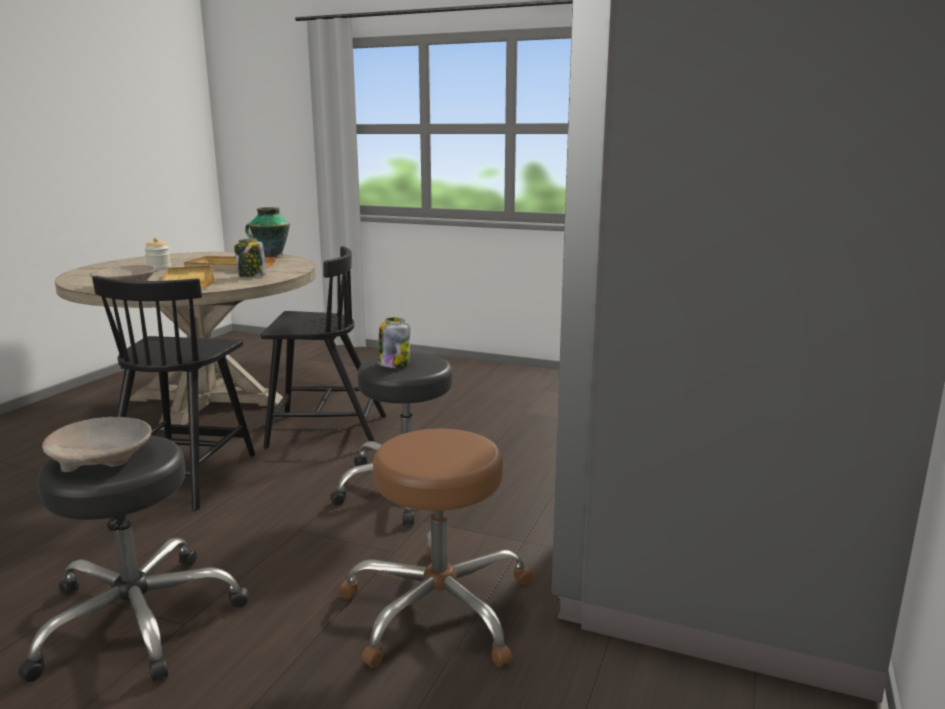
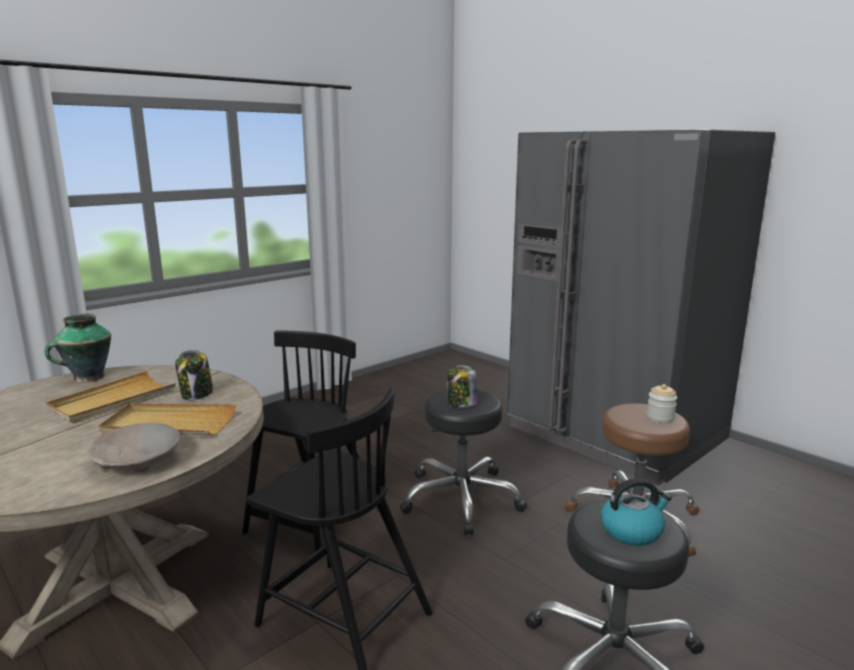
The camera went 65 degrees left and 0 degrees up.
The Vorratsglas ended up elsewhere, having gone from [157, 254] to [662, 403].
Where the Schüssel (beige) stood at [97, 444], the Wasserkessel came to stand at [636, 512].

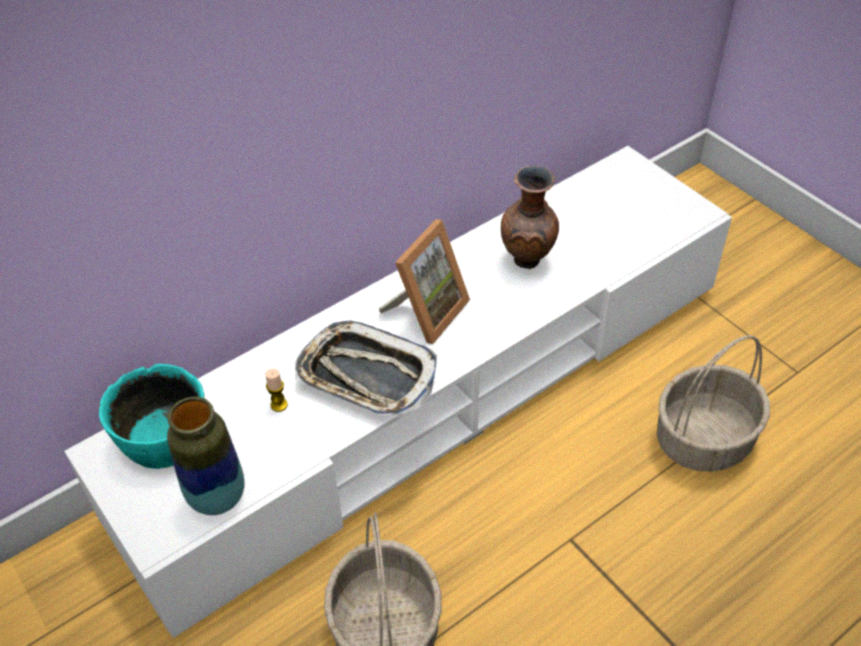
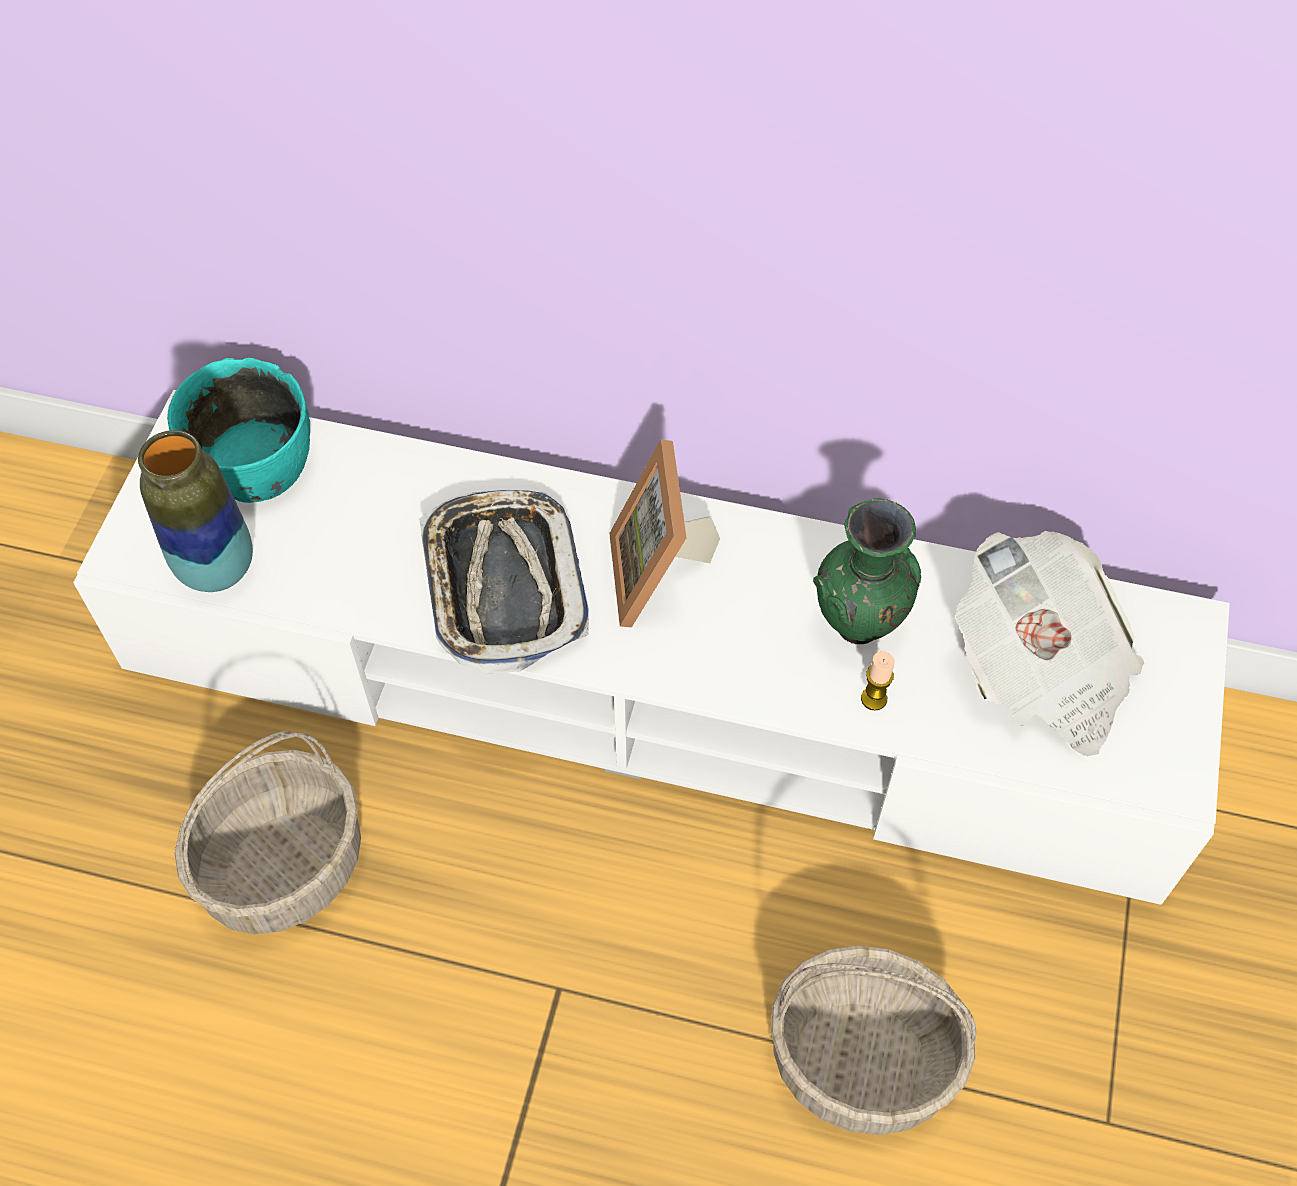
The camera went 50 degrees right and 10 degrees up.
What was the Vase (braun) at [530, 217] turned into the Vase (grün) at [867, 571].
The Bilderrahmen at [424, 281] ended up facing another way, 90 degrees clockwise from before.
The Kerze ended up elsewhere, having gone from [276, 390] to [878, 681].
The second view gained the Zeitung at [1050, 643].

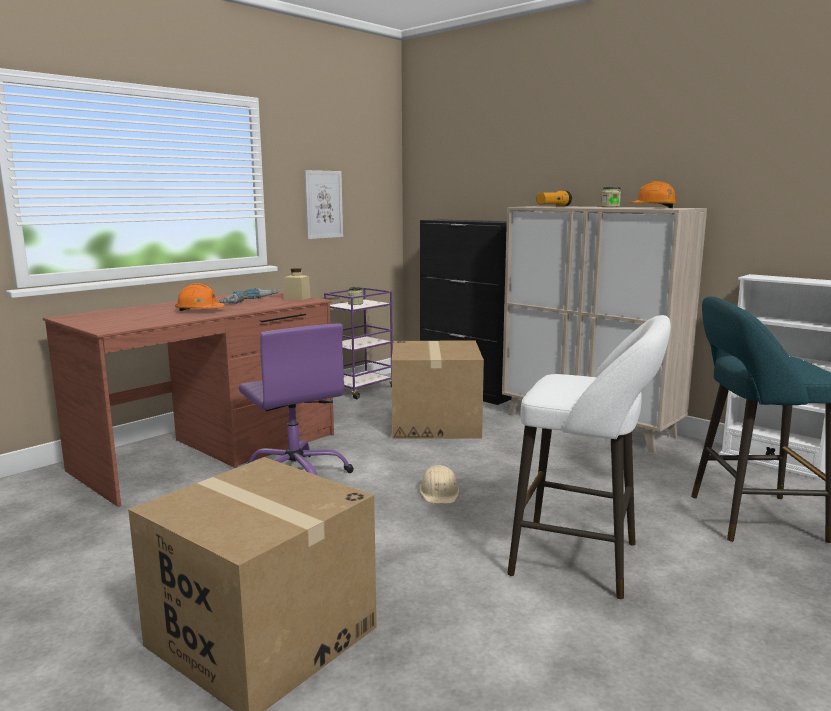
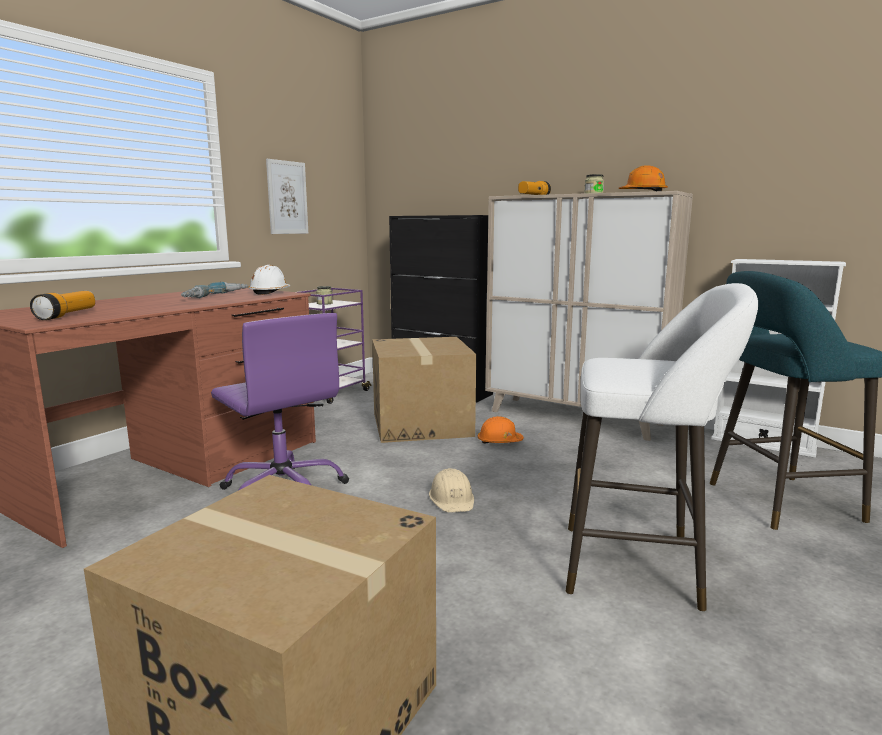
The camera went 10 degrees left and 0 degrees up.
Where the Vorratsglas (beige) stood at [297, 284], the Schutzhelm (weiß) came to stand at [269, 280].
The Schutzhelm (orange) ended up elsewhere, having gone from [200, 297] to [501, 430].
The second view gained the Taschenlampe at [62, 305].

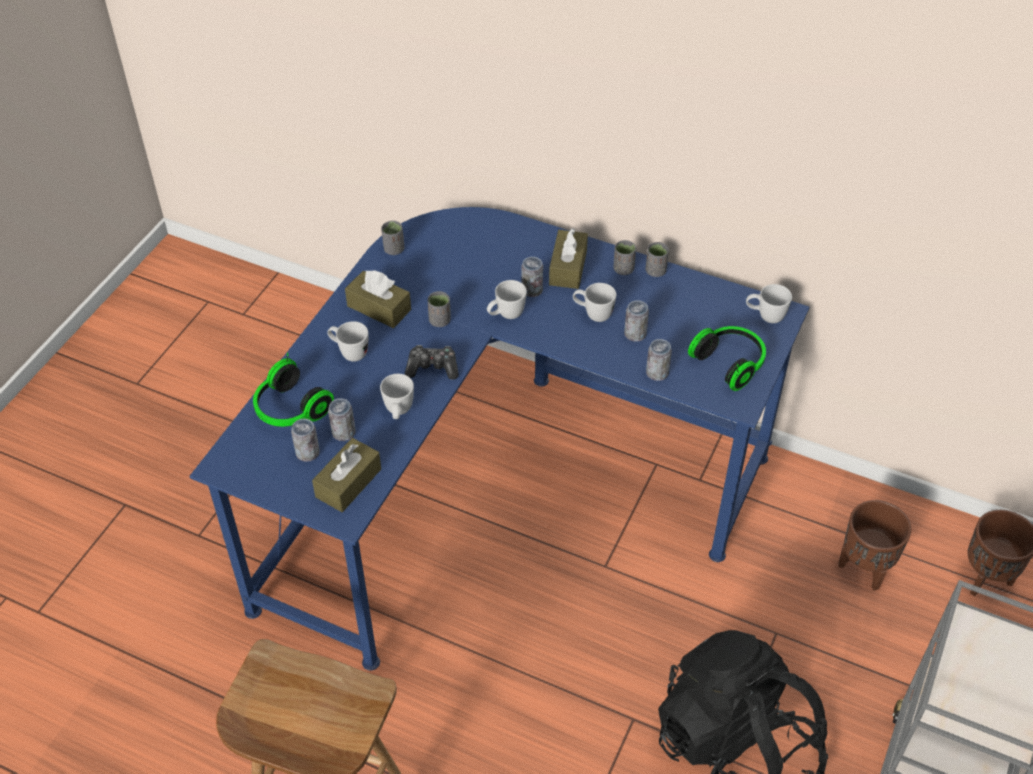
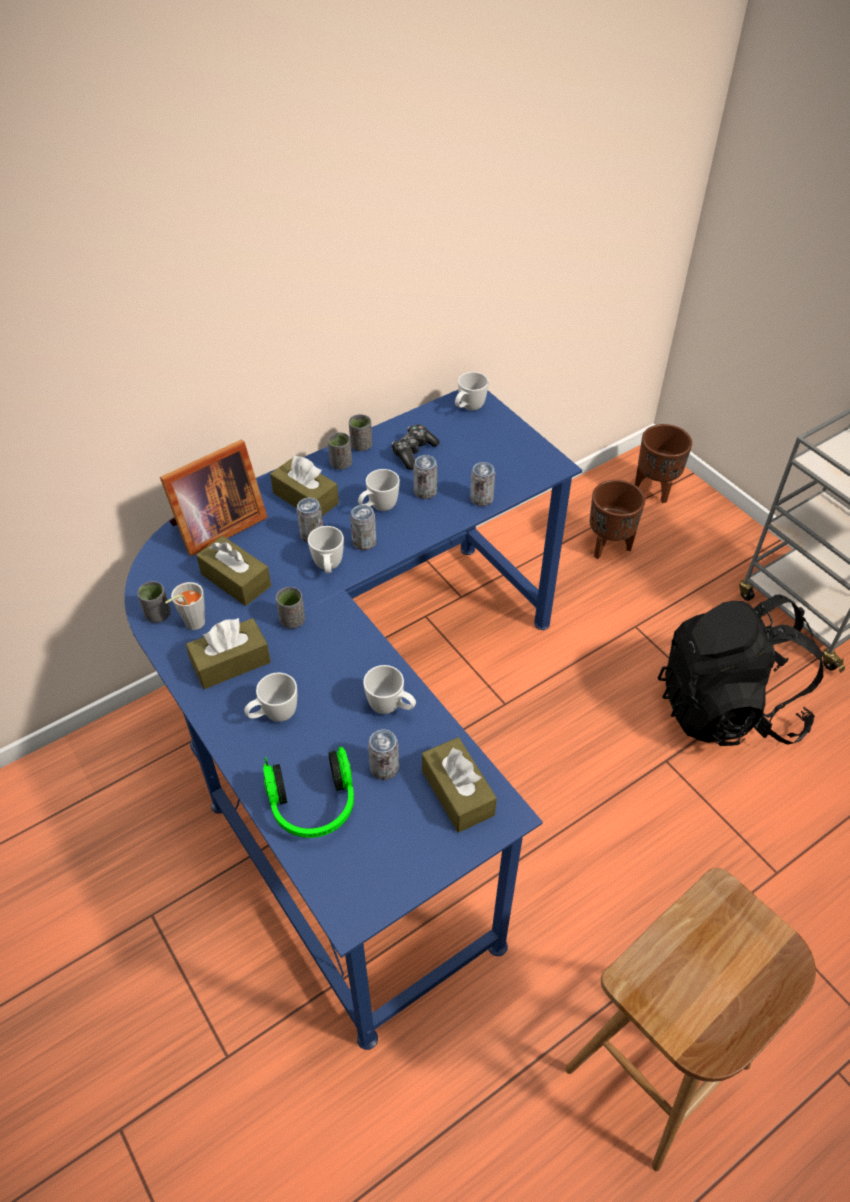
The camera went 60 degrees left and 0 degrees up.
The second view lost the Kopfhörer at [727, 358].
The Gamepad ended up elsewhere, having gone from [431, 362] to [415, 447].
The Dose ended up elsewhere, having gone from [305, 440] to [363, 527].
The second view gained the Bilderrahmen at [214, 498].
The second view gained the Taschentuchbox (braun) at [233, 571].
The second view gained the Tasse (grau) at [185, 606].

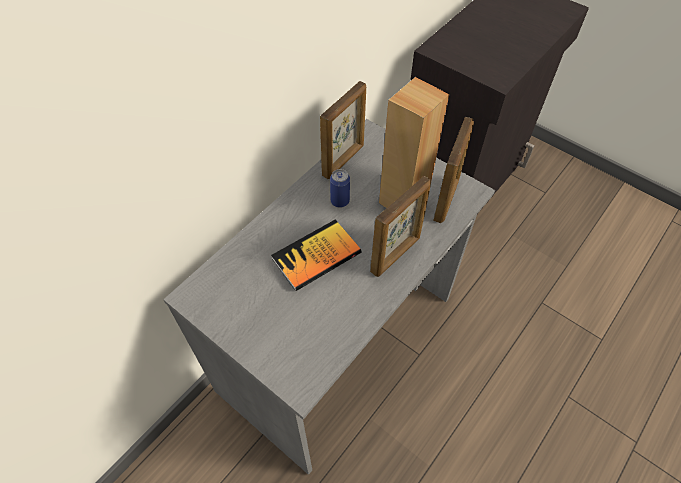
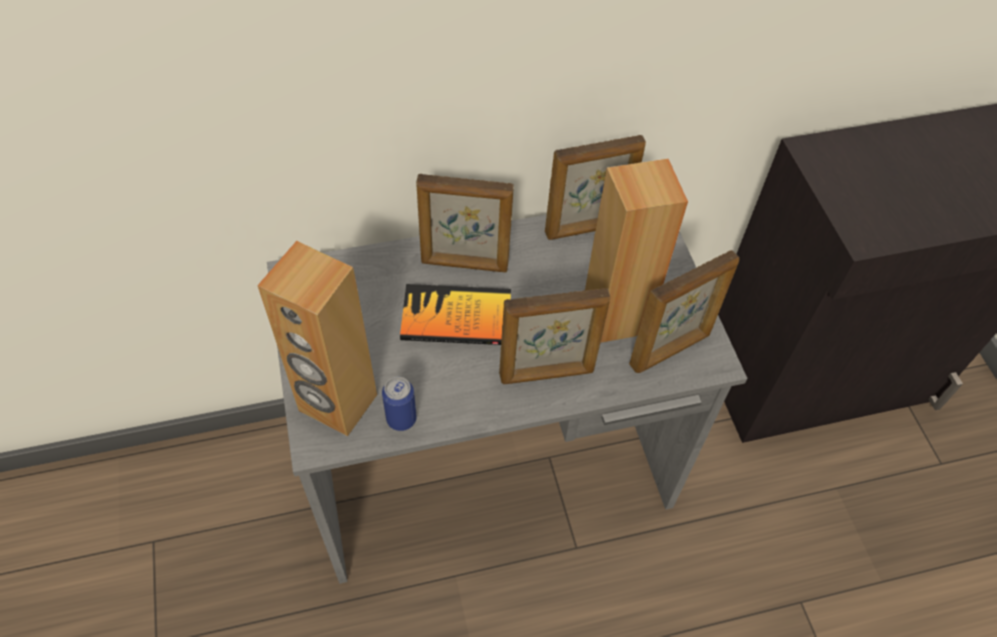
The camera went 35 degrees right and 0 degrees up.
The Dose ended up elsewhere, having gone from [340, 188] to [399, 404].
The second view gained the Bilderrahmen at [465, 223].
The second view gained the Lautsprecher (braun) at [317, 338].

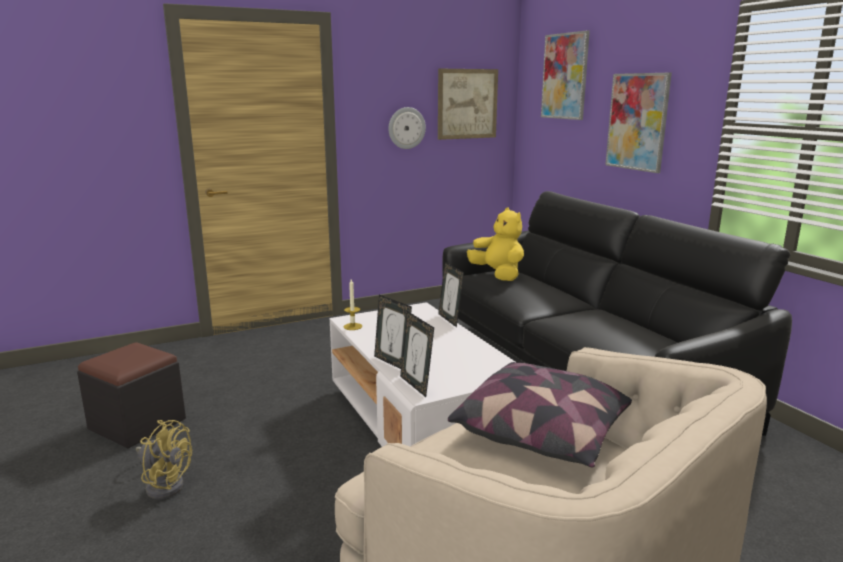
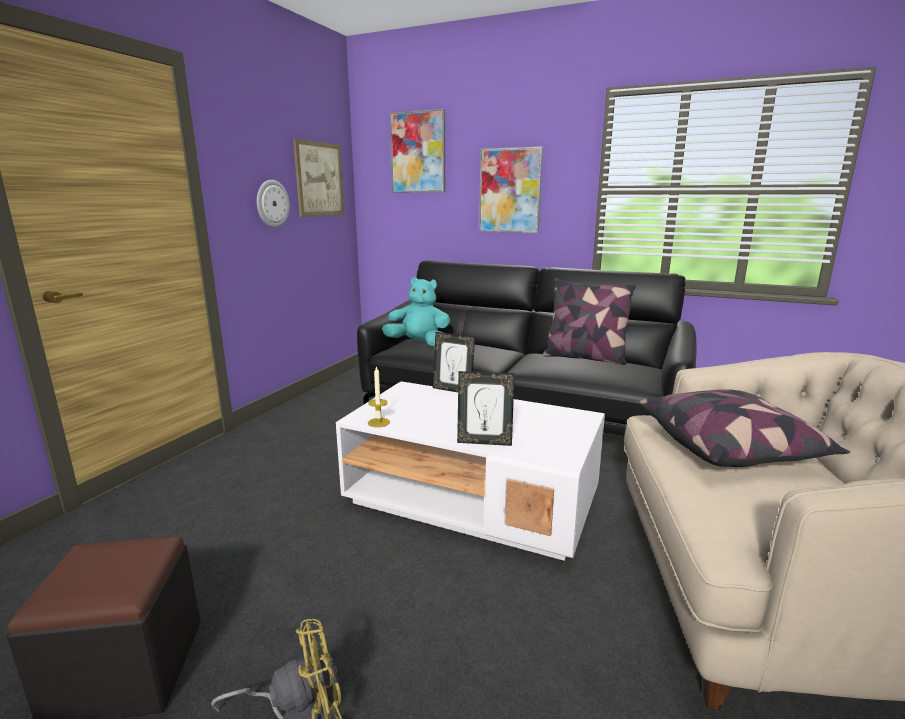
The camera went 40 degrees left and 0 degrees up.
What was the Plüschtier (gelb) at [495, 244] turned into the Plüschtier (türkis) at [416, 312].
The second view lost the Bilderrahmen at [417, 354].
The second view gained the Kissen at [589, 321].

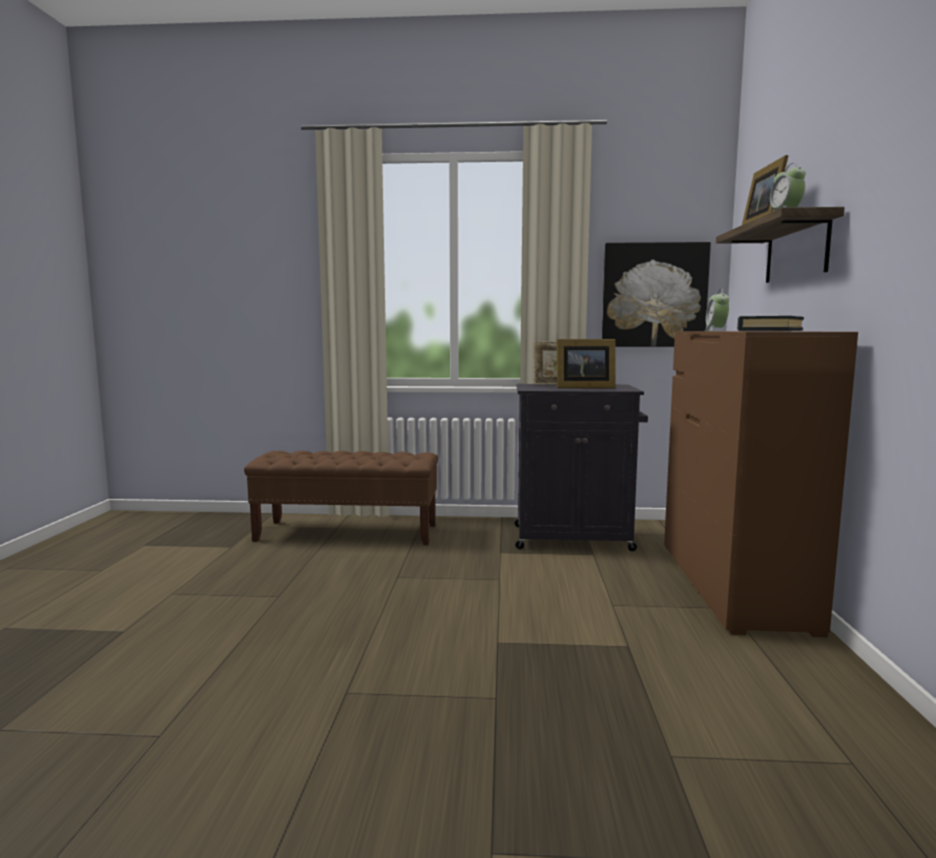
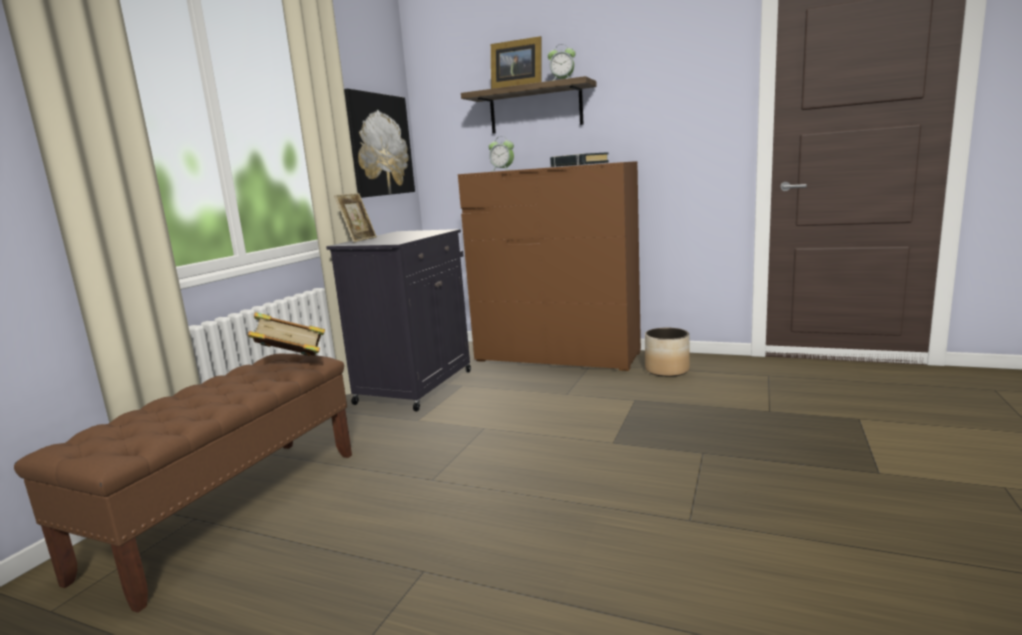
The camera went 70 degrees left and 5 degrees up.
The second view lost the Bilderrahmen at [586, 363].
The second view gained the Buch at [286, 334].
The second view gained the Pflanzkübel at [667, 352].

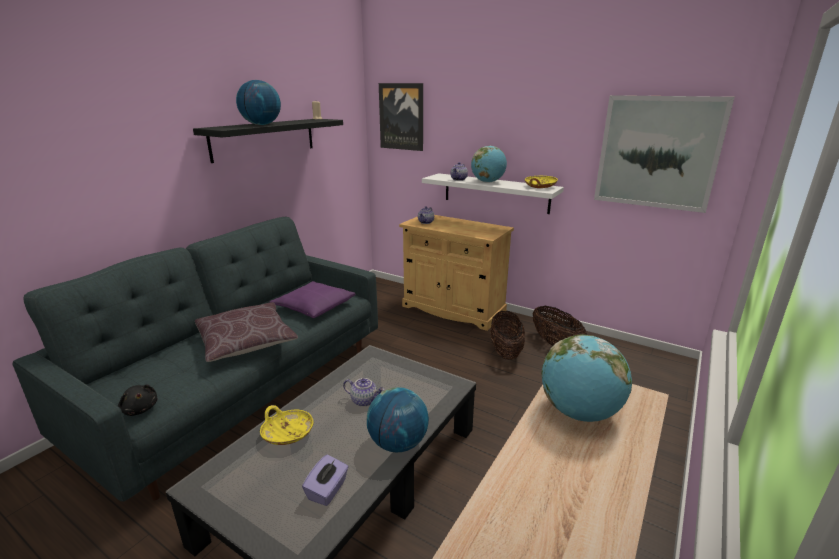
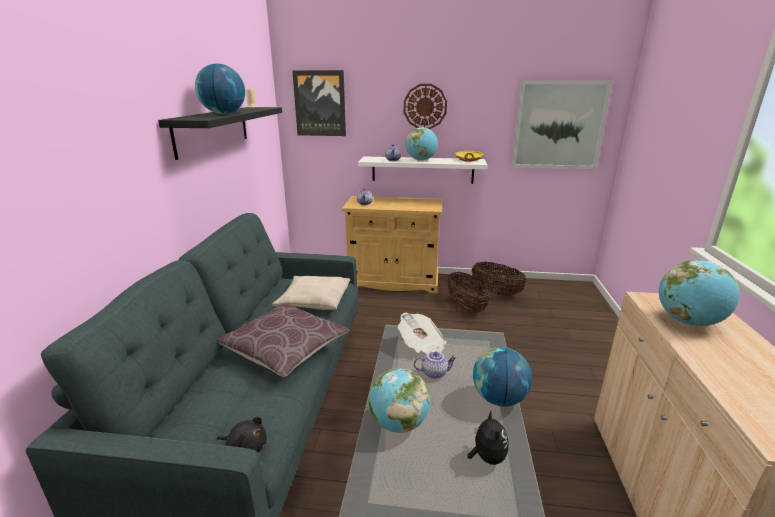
The camera went 25 degrees left and 0 degrees up.
What was the Kissen (lila) at [313, 299] turned into the Kissen (beige) at [311, 293].
Where the Schüssel (gelb) stood at [286, 425], the Globus came to stand at [399, 400].
Where the Taschentuchbox (lila) stood at [325, 480], the Plüschtier came to stand at [488, 437].
The second view gained the Wanduhr at [425, 106].
The second view gained the Zeitung at [422, 333].

